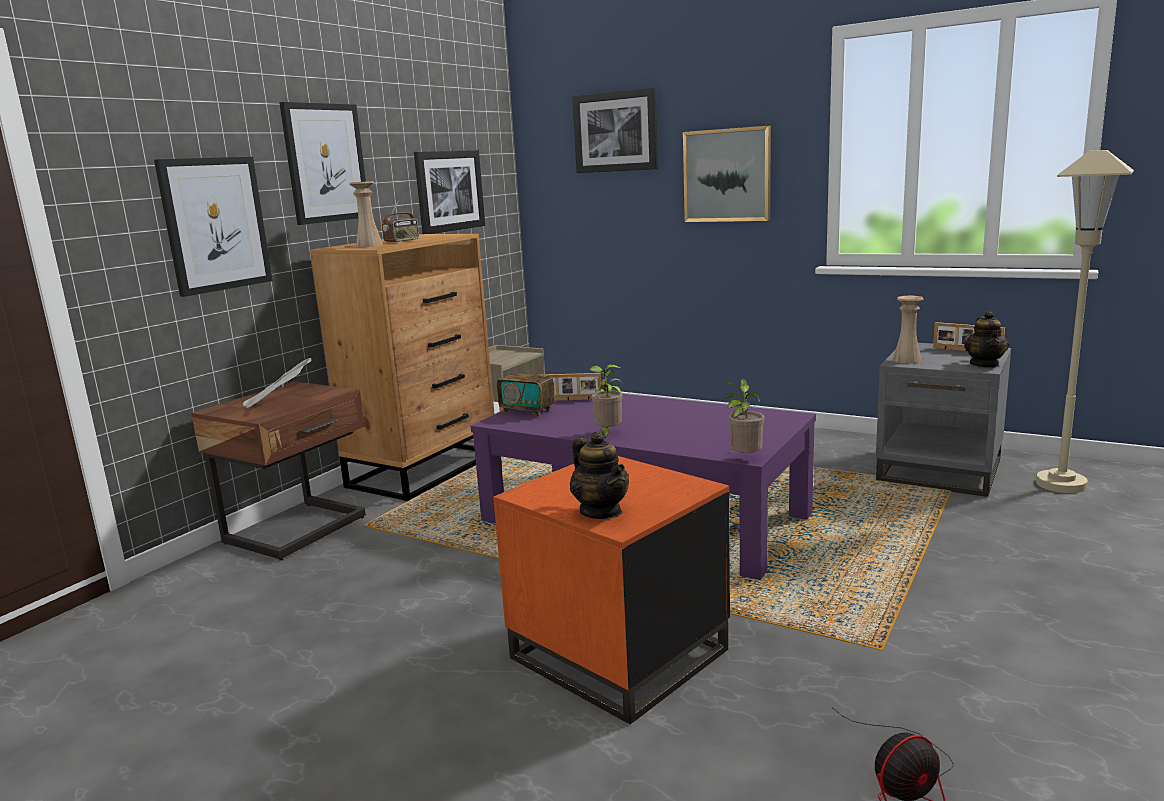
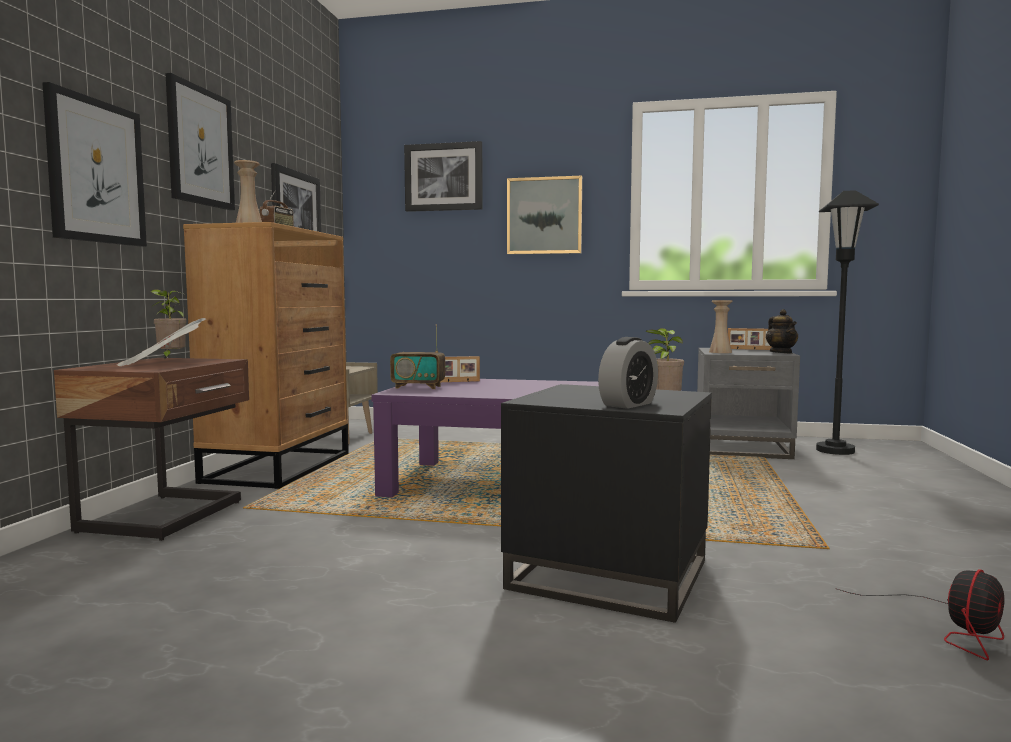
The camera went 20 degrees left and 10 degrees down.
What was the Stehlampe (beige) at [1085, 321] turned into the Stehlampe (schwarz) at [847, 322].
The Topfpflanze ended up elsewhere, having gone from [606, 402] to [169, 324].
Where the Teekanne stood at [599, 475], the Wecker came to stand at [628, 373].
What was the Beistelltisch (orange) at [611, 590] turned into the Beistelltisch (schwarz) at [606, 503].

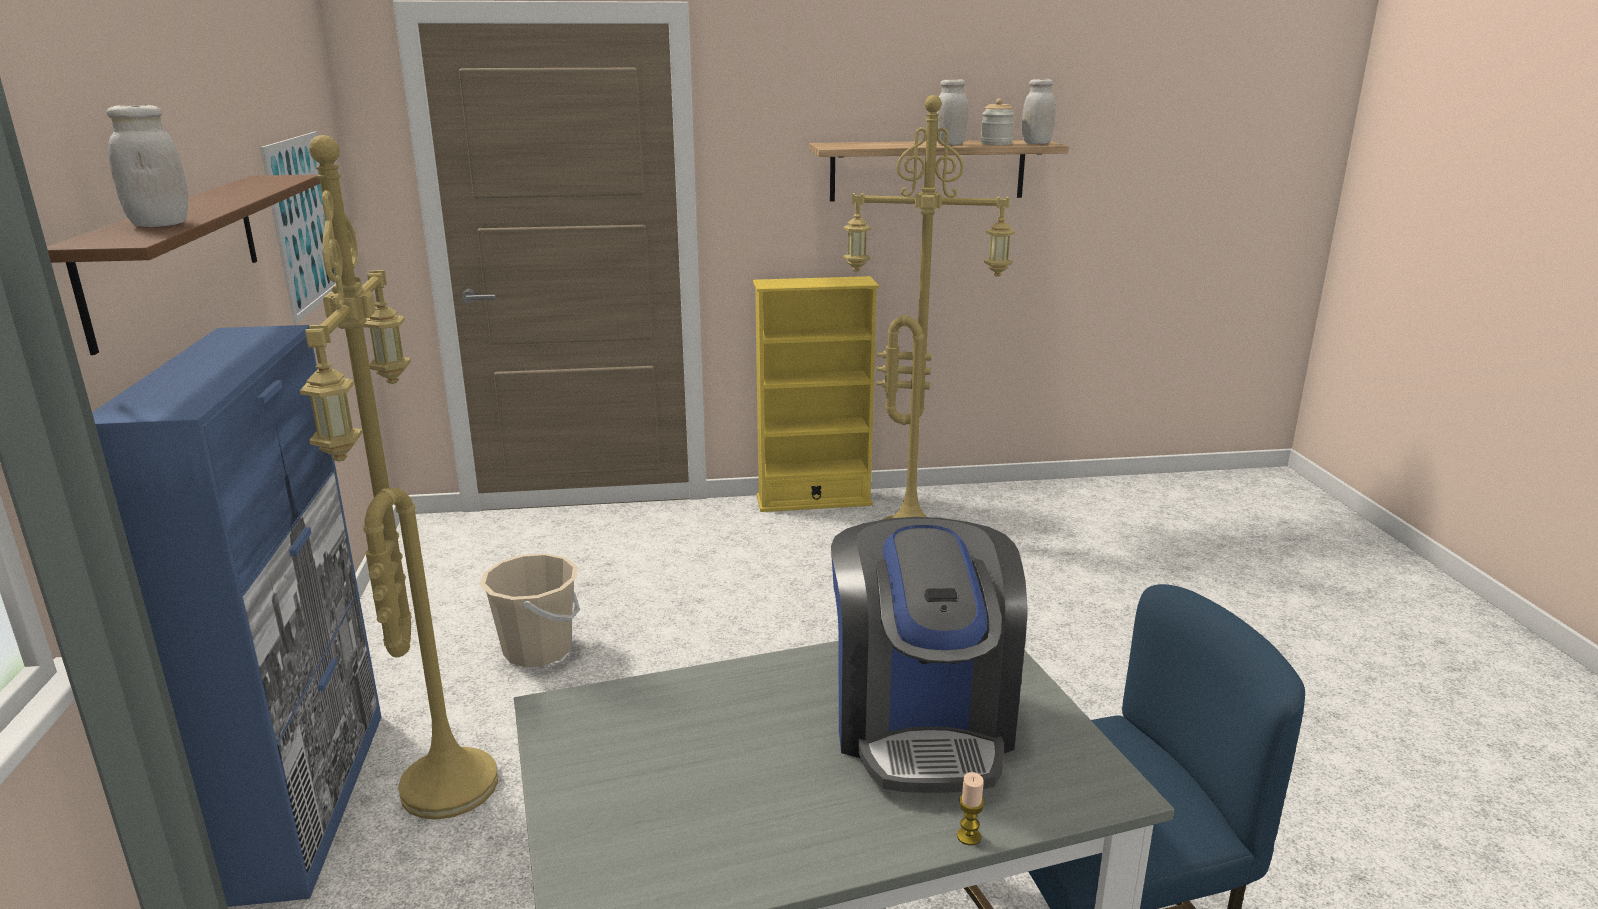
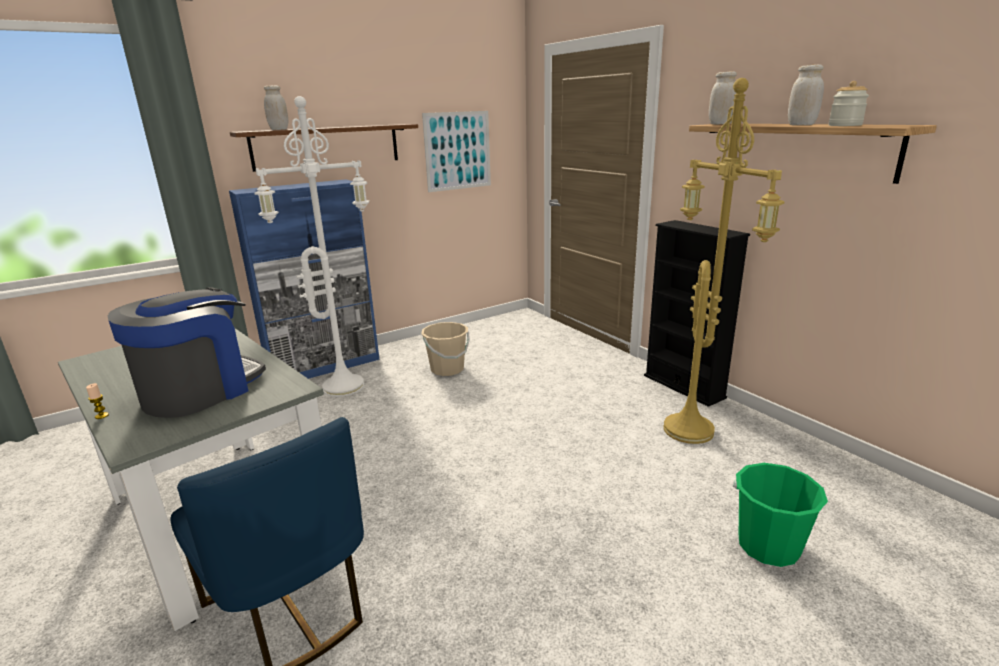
The camera went 65 degrees right and 0 degrees up.
The Vorratsglas (weiß) ended up elsewhere, having gone from [1039, 111] to [723, 97].
What was the Stehlampe (gelb) at [399, 477] turned into the Stehlampe (weiß) at [312, 246].
What was the Bücherregal (gelb) at [816, 394] turned into the Bücherregal (schwarz) at [697, 313].
The Kaffeemaschine at [929, 655] ended up facing another way, 150 degrees clockwise from before.
The second view gained the Eimer (grün) at [780, 515].

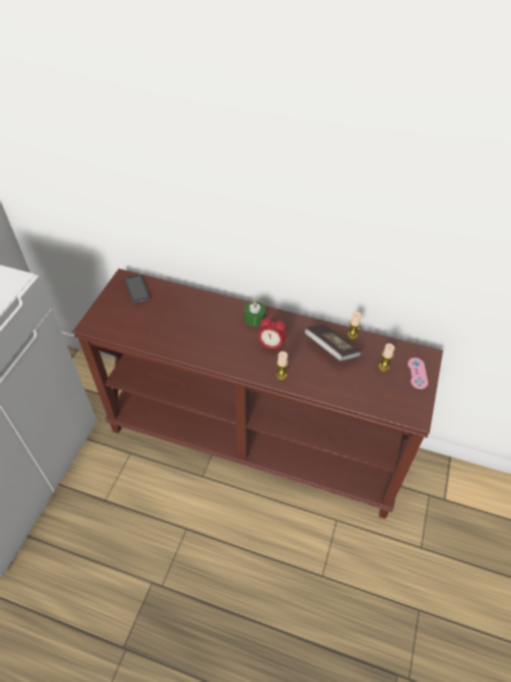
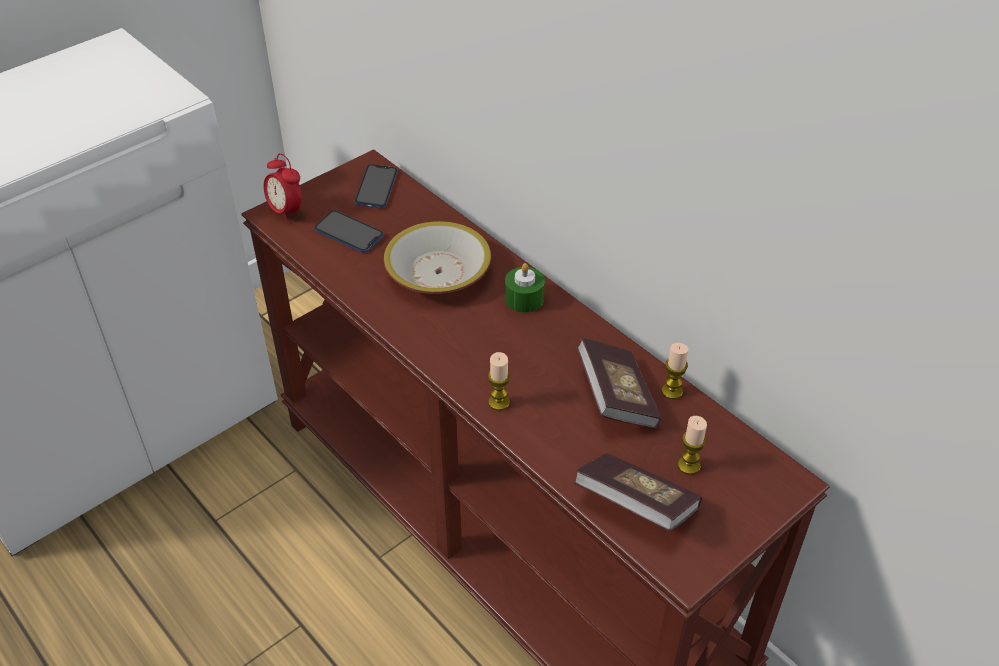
The camera went 30 degrees right and 5 degrees down.
The Wecker ended up elsewhere, having gone from [273, 333] to [283, 188].
The second view lost the Gamepad (rosa) at [418, 373].
The second view gained the Handy at [349, 231].
The second view gained the Schüssel at [437, 257].
The second view gained the Buch at [638, 492].

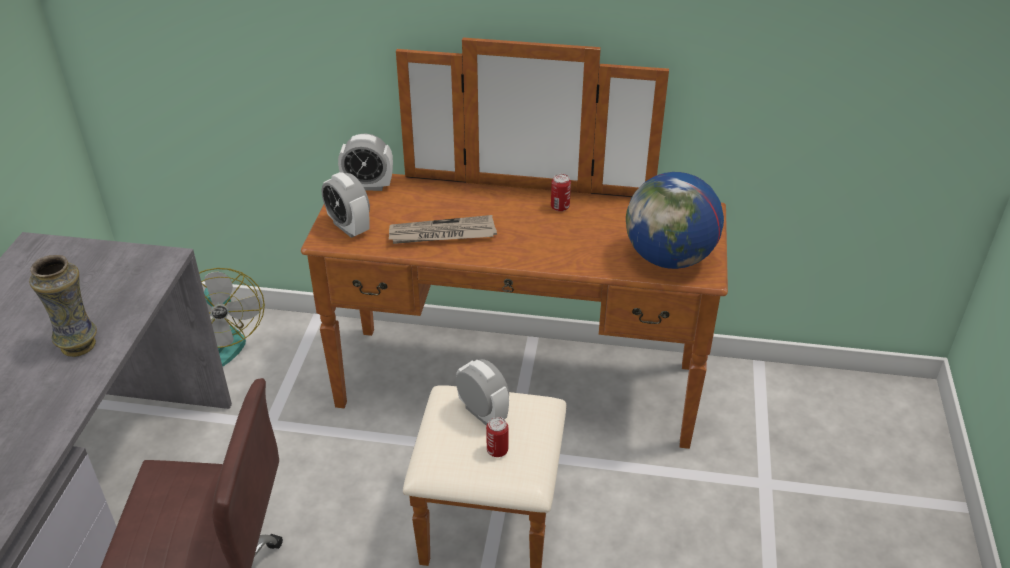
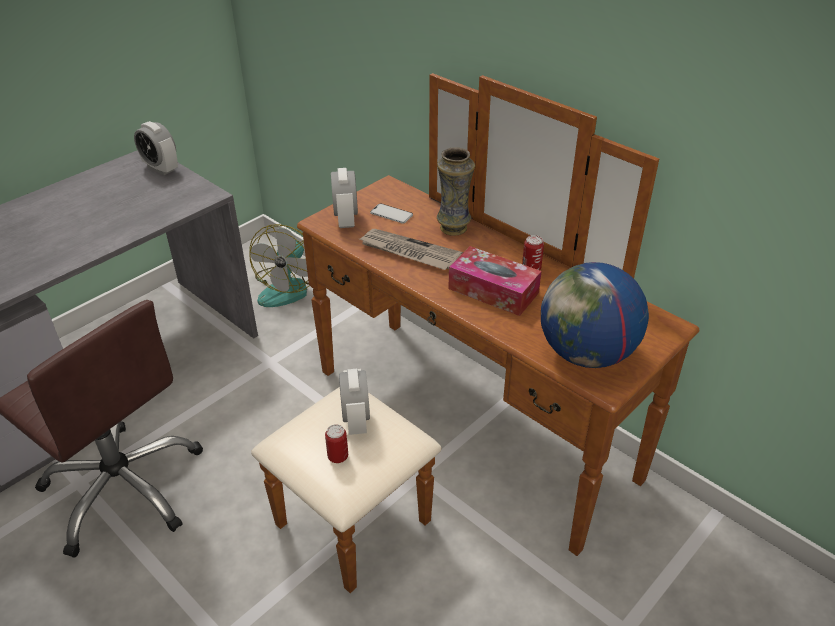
The camera went 35 degrees right and 0 degrees up.
The Wecker ended up elsewhere, having gone from [365, 162] to [156, 148].
The Vase ended up elsewhere, having gone from [63, 306] to [456, 191].
The second view gained the Handy at [391, 213].
The second view gained the Taschentuchbox at [495, 281].

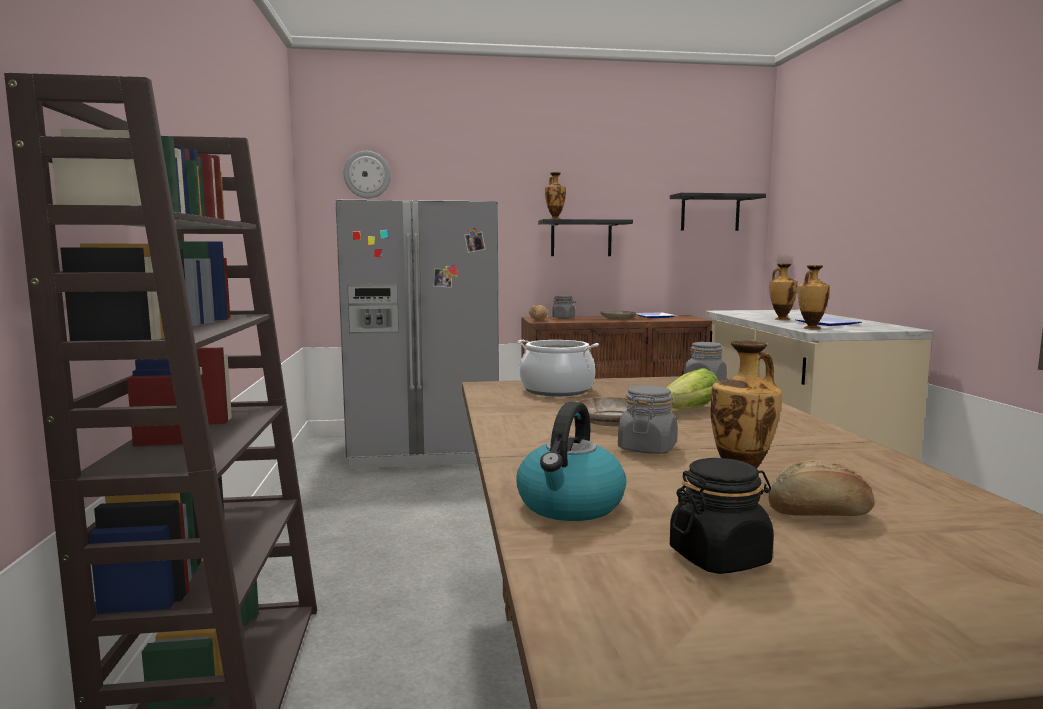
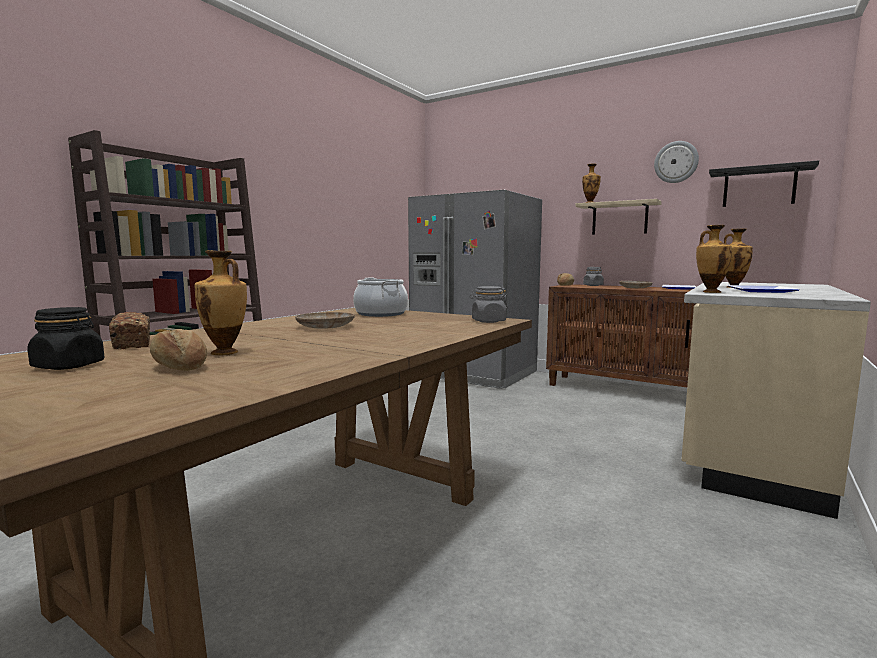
The camera went 40 degrees right and 0 degrees up.
The Wanduhr ended up elsewhere, having gone from [367, 174] to [676, 162].
What was the Wandregal (schwarz) at [585, 237] turned into the Wandregal (beige) at [618, 217].
The second view lost the Salatkopf at [693, 388].
The second view lost the Vorratsglas (grau) at [647, 419].
Where the Wasserkessel stood at [571, 461], the Brot came to stand at [129, 330].

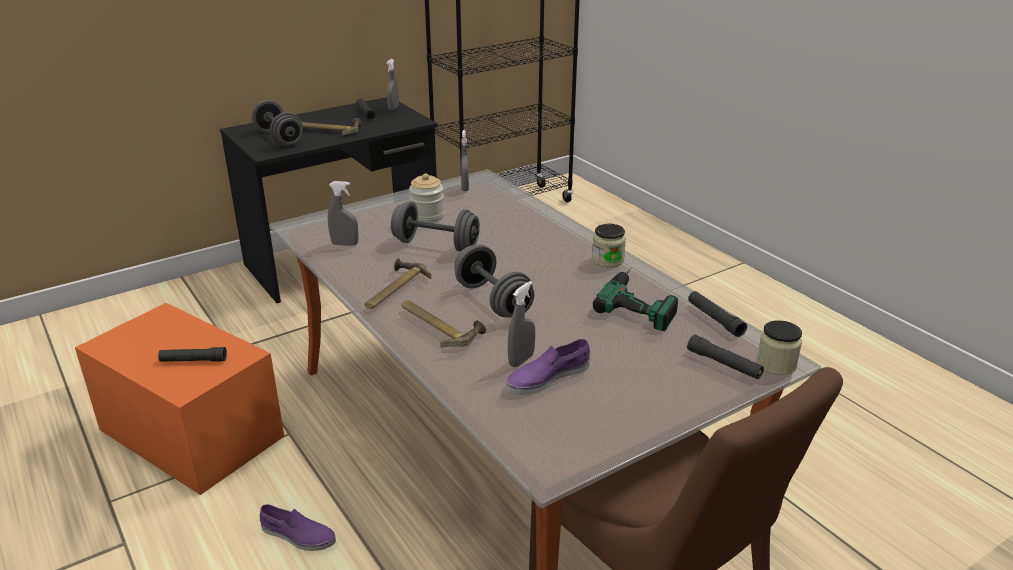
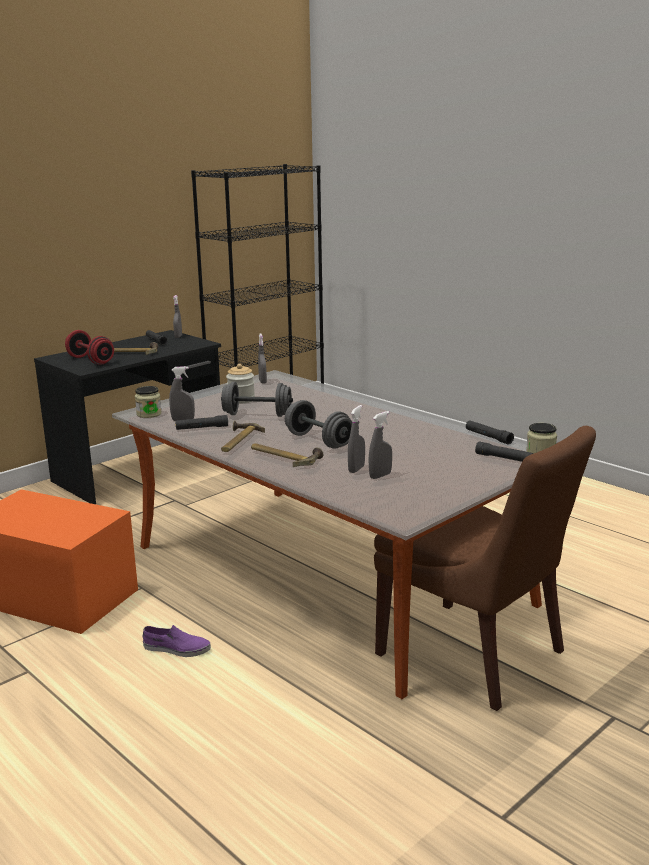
The camera went 10 degrees left and 10 degrees down.
What was the Hantel (grau) at [277, 123] turned into the Hantel (rot) at [89, 347].
The Vorratsglas ended up elsewhere, having gone from [609, 245] to [148, 402].
The second view lost the Bohrmaschine at [635, 299].
Where the Schuh (lila) stood at [548, 367], the Sprühflasche (grau) came to stand at [380, 445].
The Taschenlampe (schwarz) ended up elsewhere, having gone from [192, 354] to [201, 422].

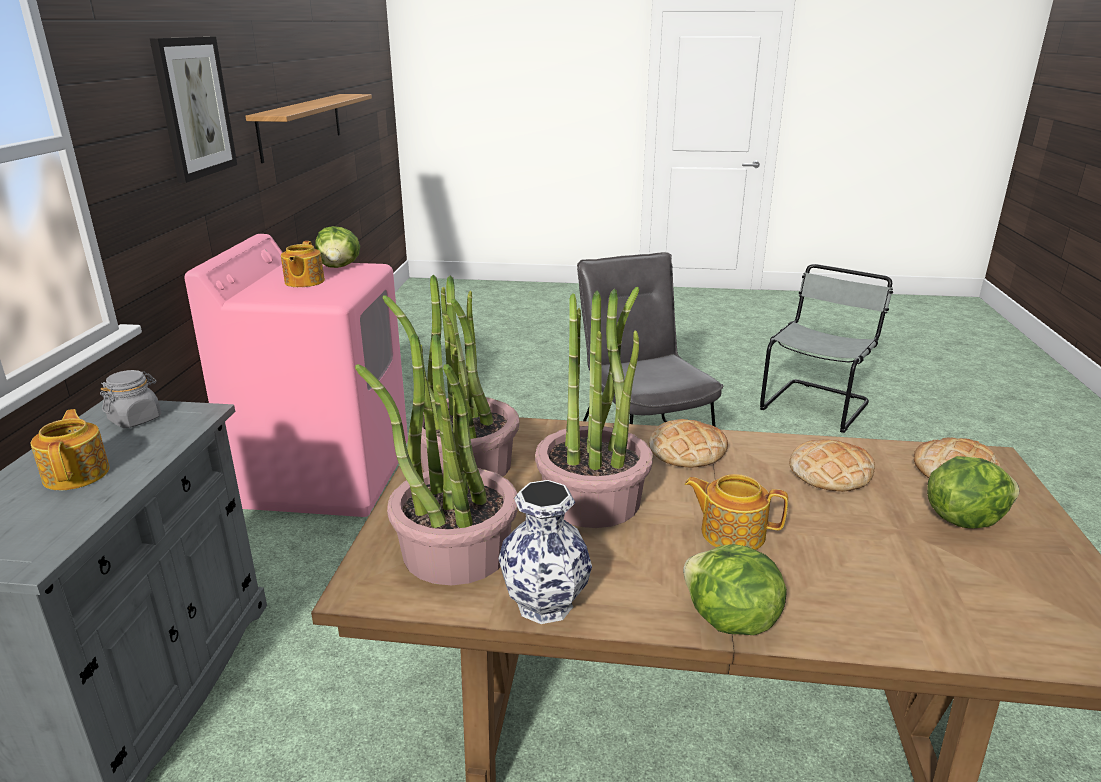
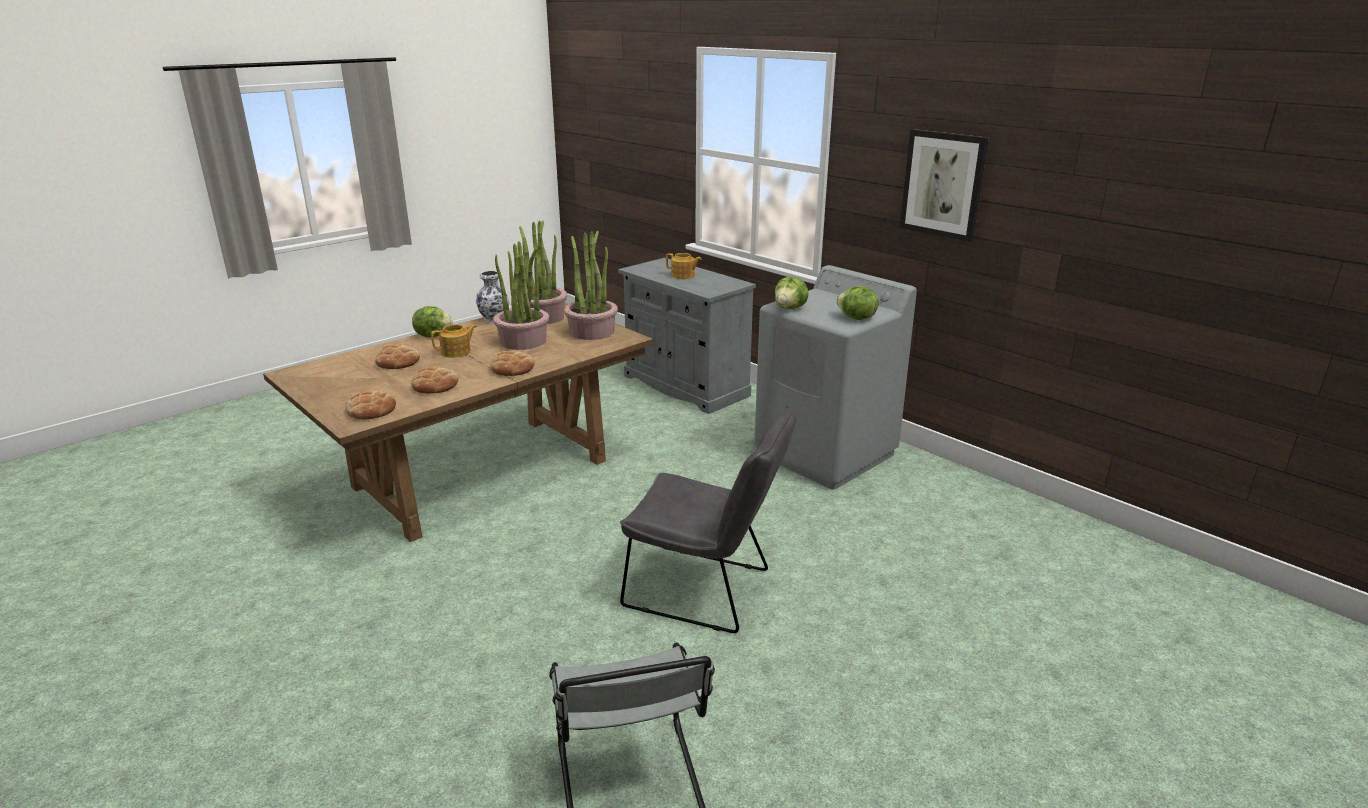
The camera went 130 degrees right and 0 degrees up.
The second view lost the Wandregal at [308, 128].
What was the Waschmaschine (rosa) at [296, 375] turned into the Waschmaschine (grau) at [835, 377].
The second view lost the Teekanne at [303, 264].
The second view lost the Vorratsglas (grau) at [130, 399].
The Salatkopf ended up elsewhere, having gone from [973, 492] to [792, 293].
The second view gained the Brot at [397, 356].

